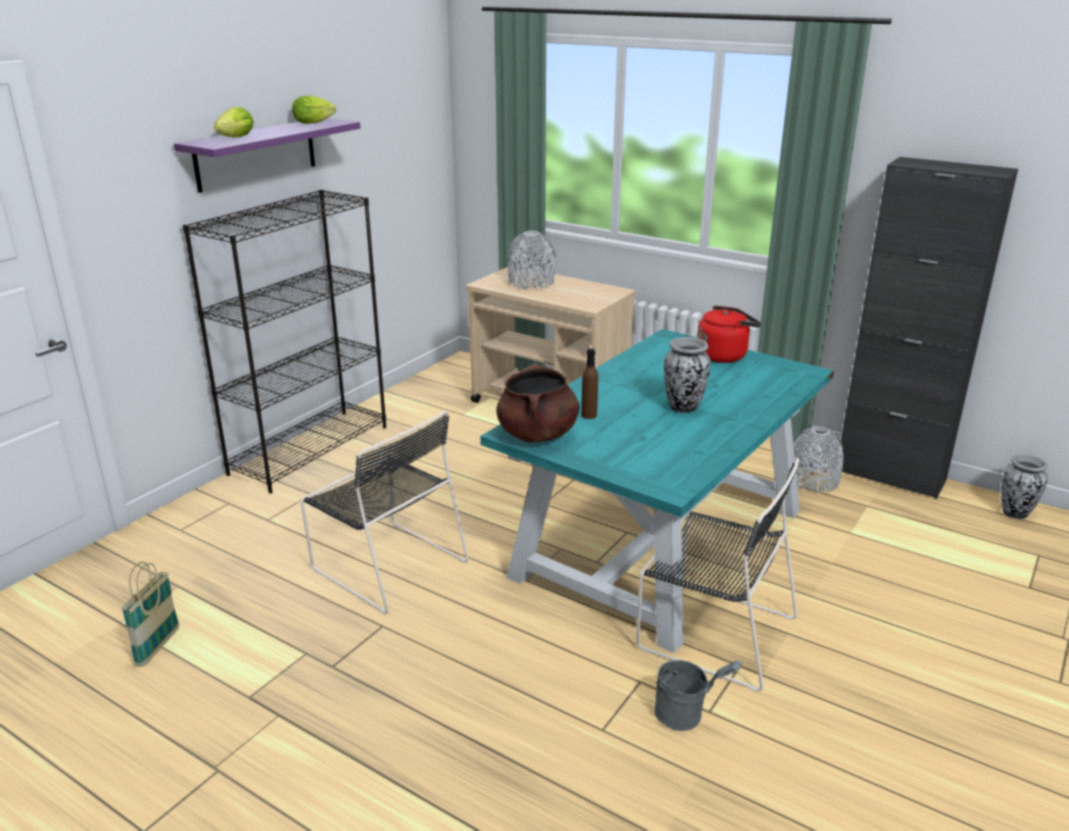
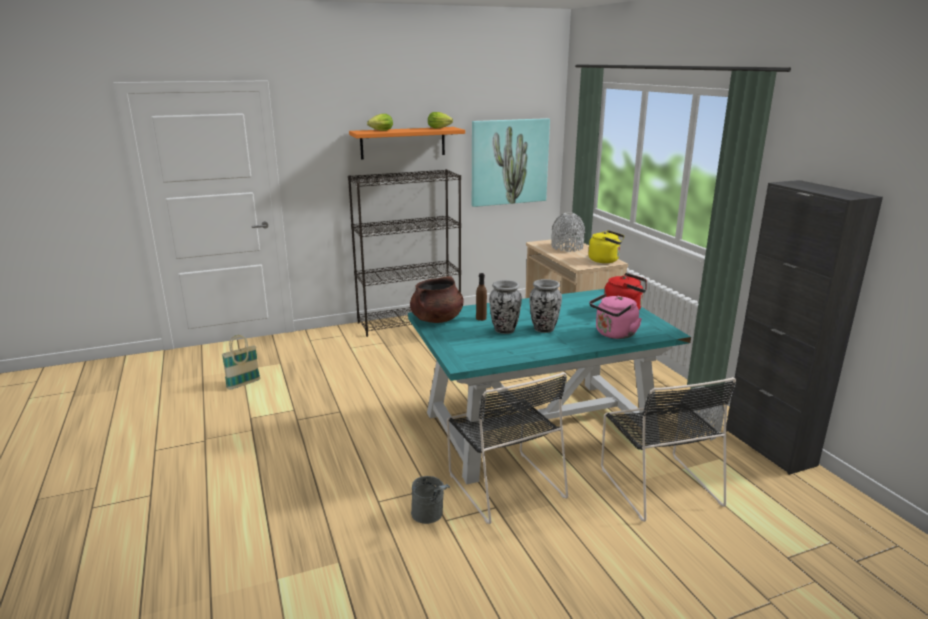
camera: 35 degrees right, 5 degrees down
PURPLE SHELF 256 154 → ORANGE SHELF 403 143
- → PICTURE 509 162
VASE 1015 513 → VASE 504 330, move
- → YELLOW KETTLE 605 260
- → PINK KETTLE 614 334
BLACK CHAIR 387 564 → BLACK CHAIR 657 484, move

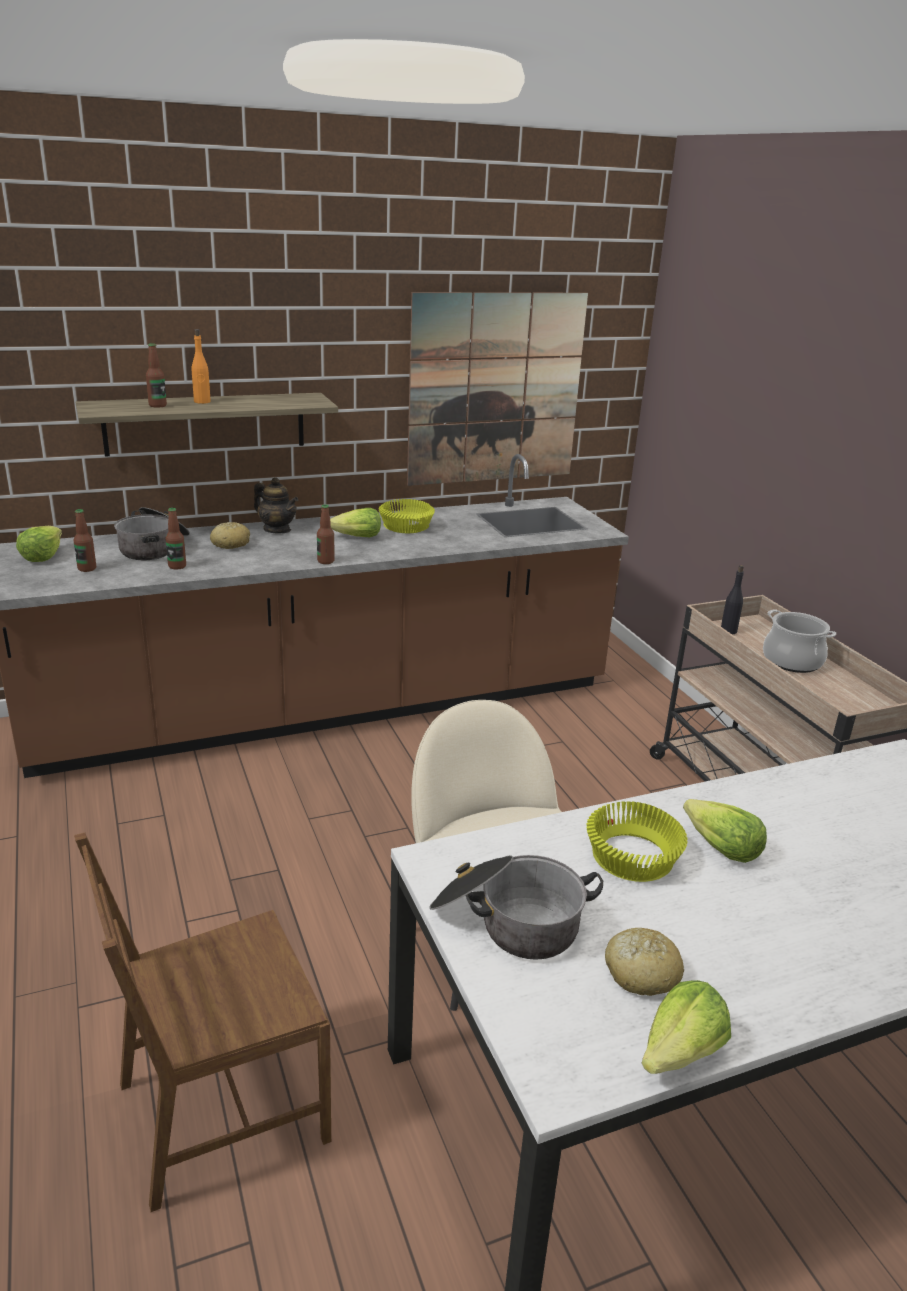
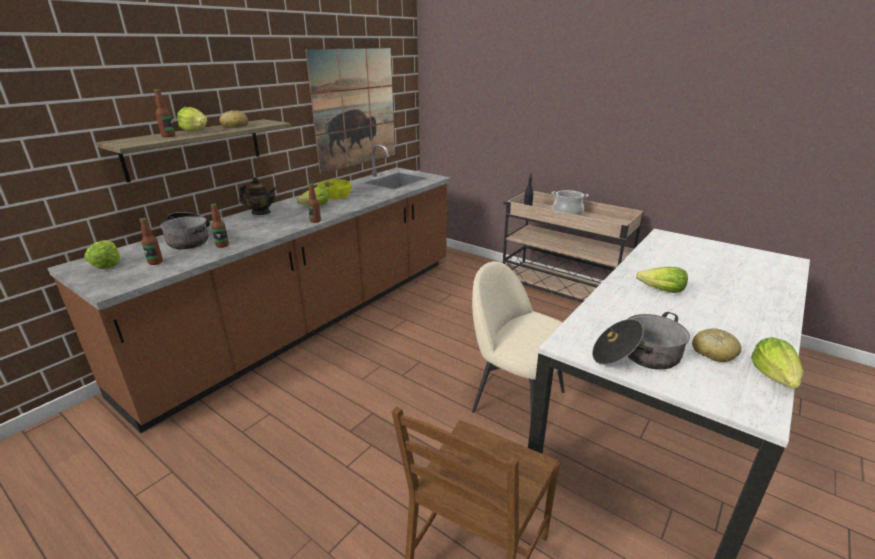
camera: 30 degrees left, 0 degrees up
ORANGE BOTTLE 202 402 → LETTUCE 196 131
BREAD 231 544 → BREAD 235 126, move
YELLOW BOWL 632 855 → -

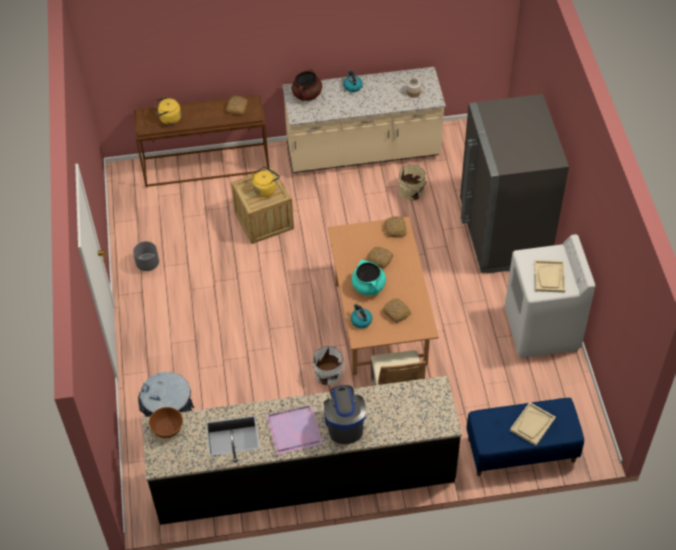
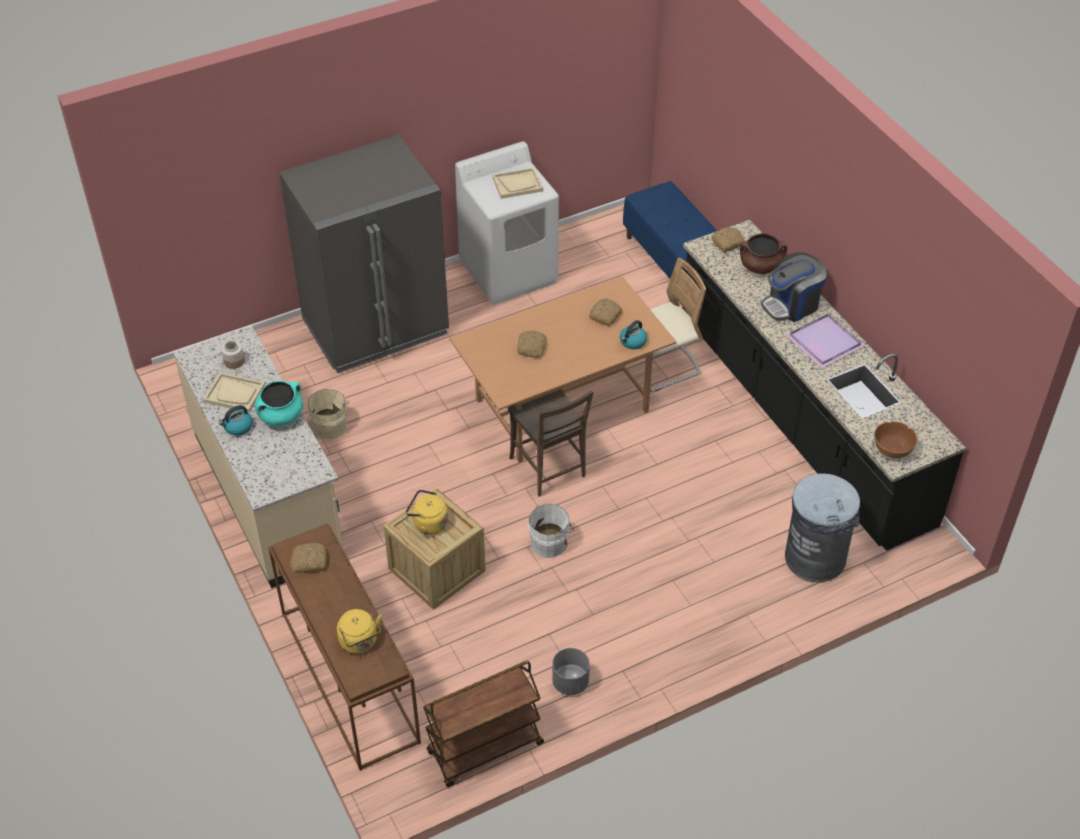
camera: 110 degrees left, 5 degrees down
BEIGE TRAY 532 425 → BEIGE TRAY 235 394, move
TURQUOISE COOKING POT 368 286 → TURQUOISE COOKING POT 281 416, move
- → BROWN CART 484 749
- → BROWN CHAIR 549 470
WHITE BUCKET 328 375 → WHITE BUCKET 550 542, move
BREAD 396 229 → BREAD 728 242, move
BROWN COOKING POT 307 95 → BROWN COOKING POT 760 266, move

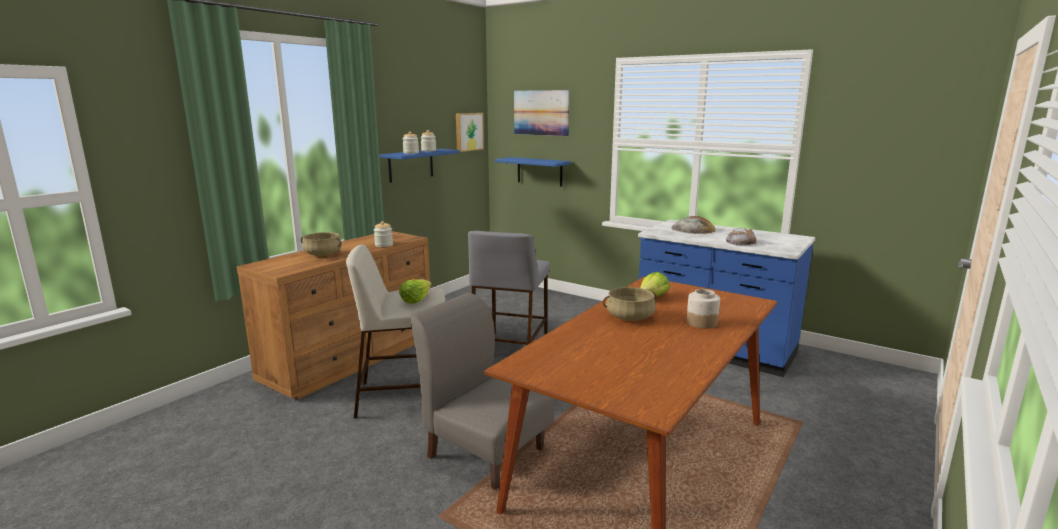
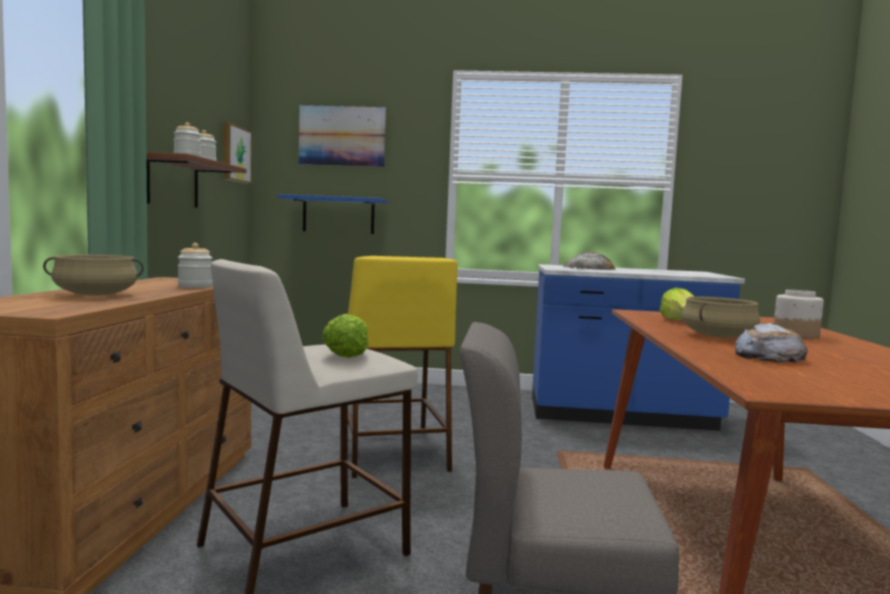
camera: 30 degrees left, 10 degrees down
BLUE SHELF 411 165 → BROWN SHELF 173 183
GREY STOOL 510 349 → YELLOW STOOL 391 451
BREAD 740 242 → BREAD 768 356, move

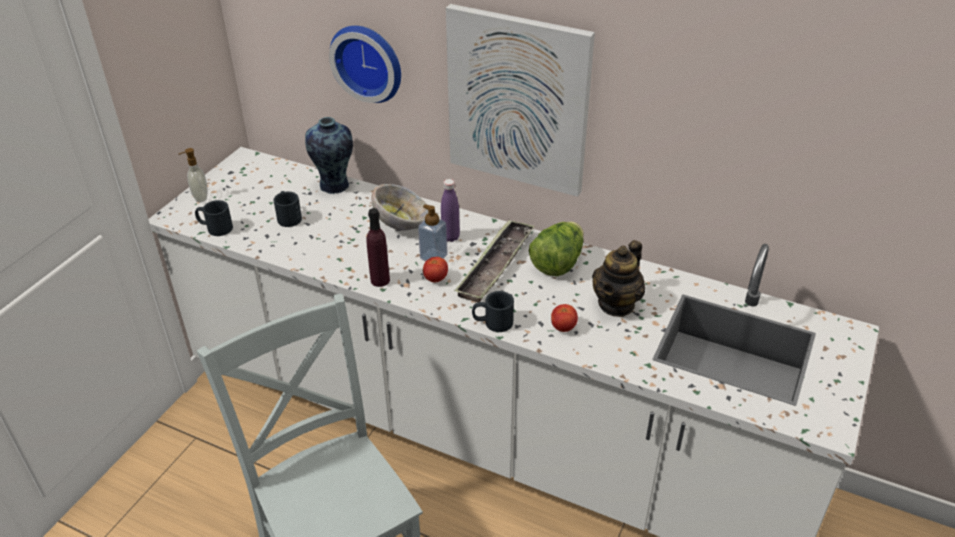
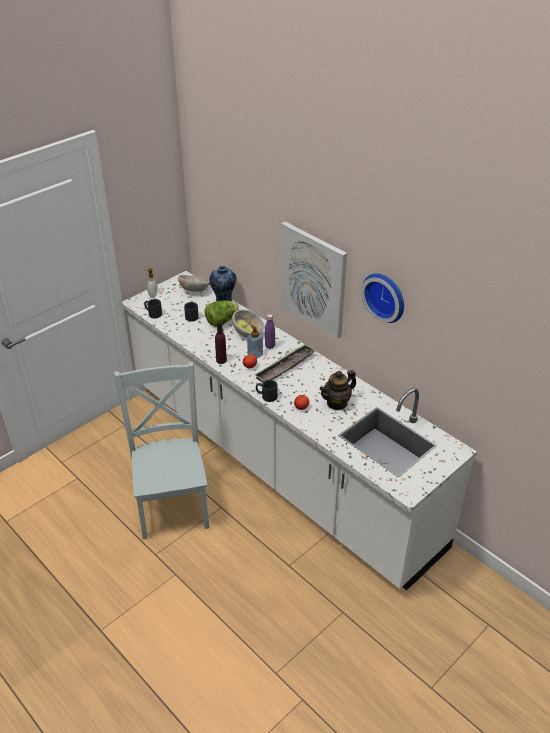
camera: 20 degrees right, 0 degrees up
- → BOWL 194 290
LETTUCE 557 263 → LETTUCE 221 321, move
WALL CLOCK 369 61 → WALL CLOCK 385 296, move

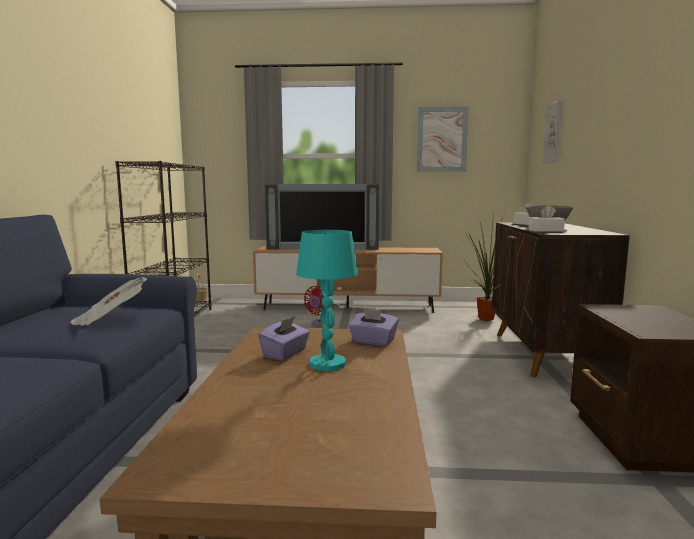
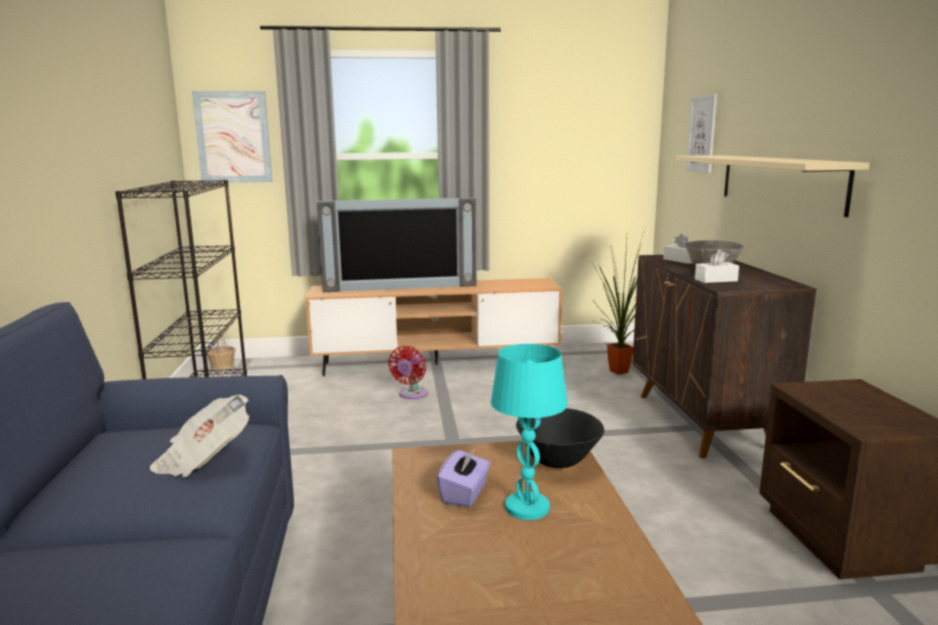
camera: 10 degrees left, 5 degrees up
PICTURE 442 139 → PICTURE 233 137, move
PURPLE TISSUE BOX 373 341 → BLACK BOWL 558 462
- → BEIGE SHELF 779 181

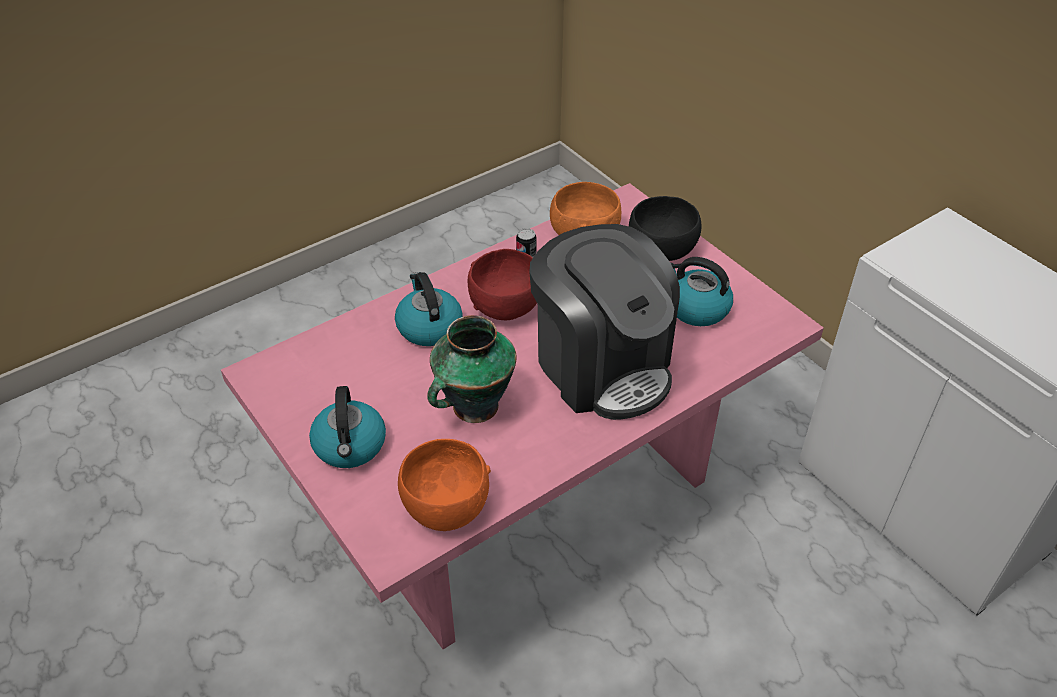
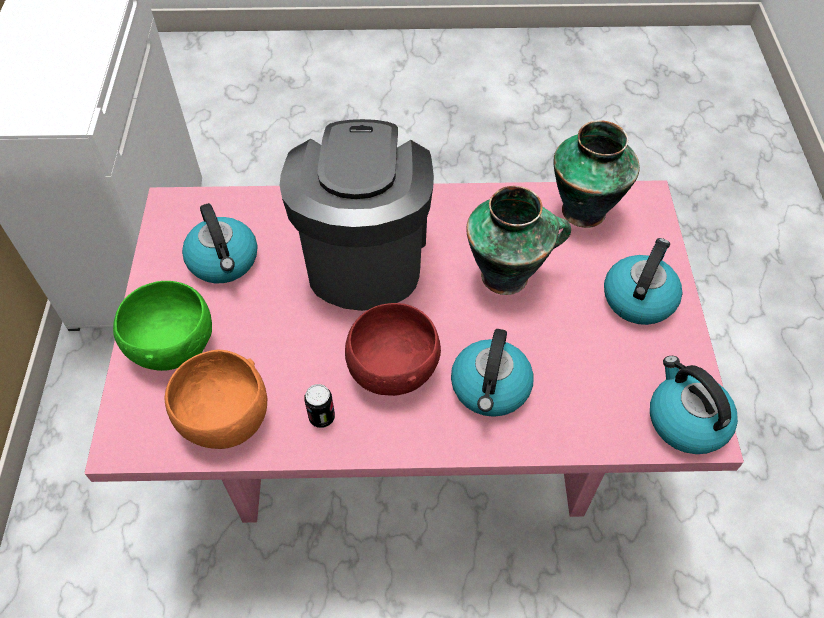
camera: 145 degrees left, 10 degrees up
BLACK BOWL 663 249 → GREEN BOWL 171 345
ORANGE BOWL 446 506 → VASE 584 209
- → KETTLE 685 420

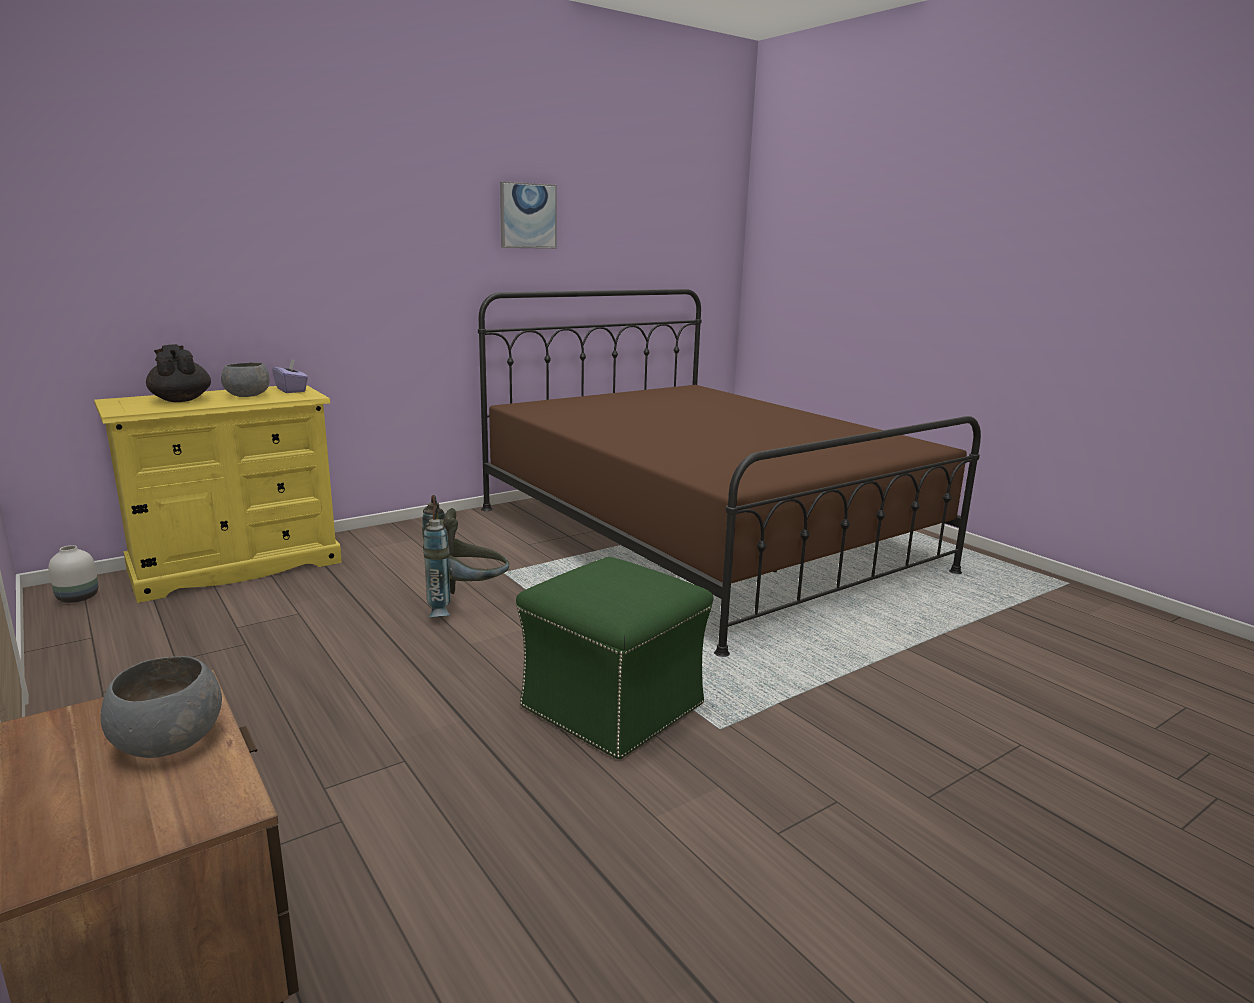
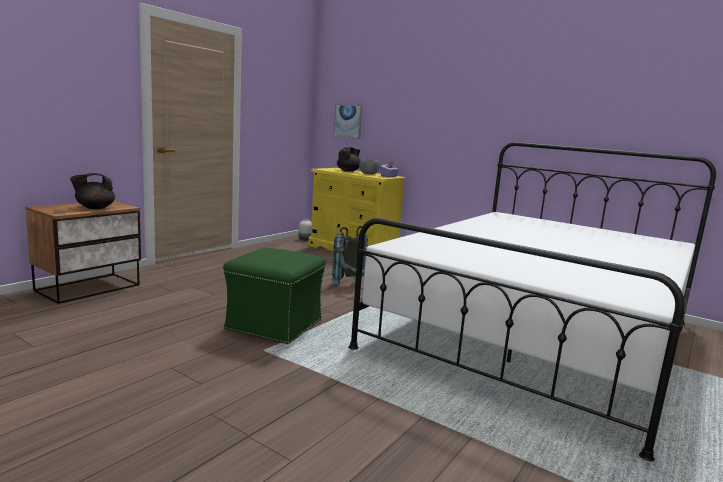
camera: 70 degrees right, 5 degrees down
GREY BOWL 167 743 → BLACK TEAPOT 94 208
PICTURE 528 216 → PICTURE 348 121, move
BROWN BED 701 538 → WHITE BED 536 334

